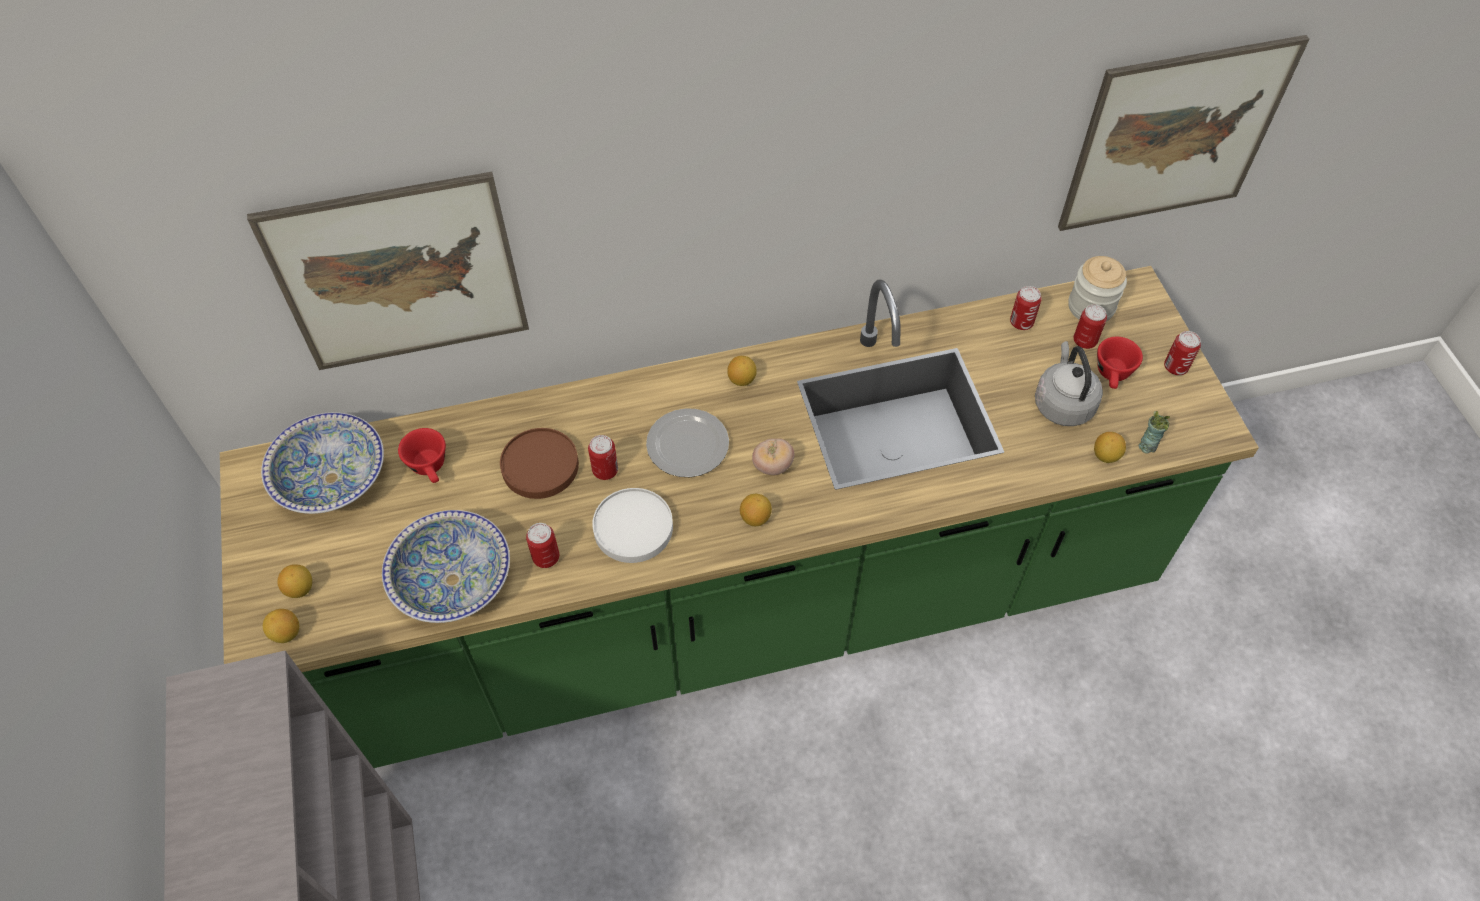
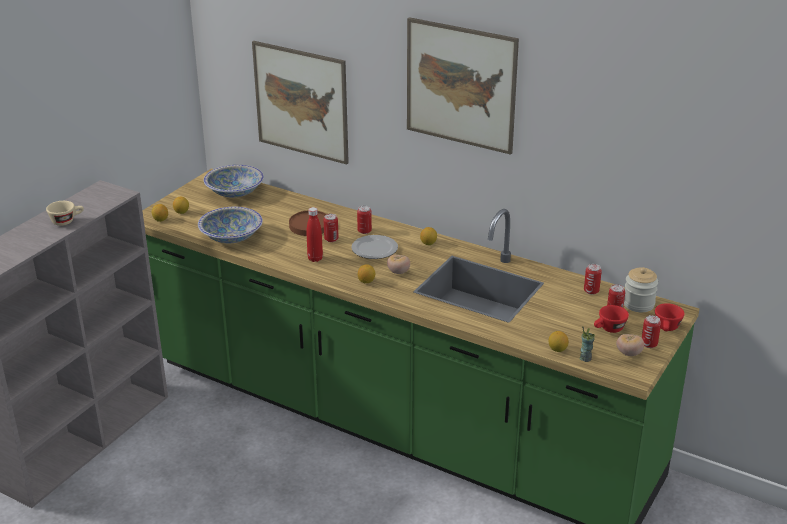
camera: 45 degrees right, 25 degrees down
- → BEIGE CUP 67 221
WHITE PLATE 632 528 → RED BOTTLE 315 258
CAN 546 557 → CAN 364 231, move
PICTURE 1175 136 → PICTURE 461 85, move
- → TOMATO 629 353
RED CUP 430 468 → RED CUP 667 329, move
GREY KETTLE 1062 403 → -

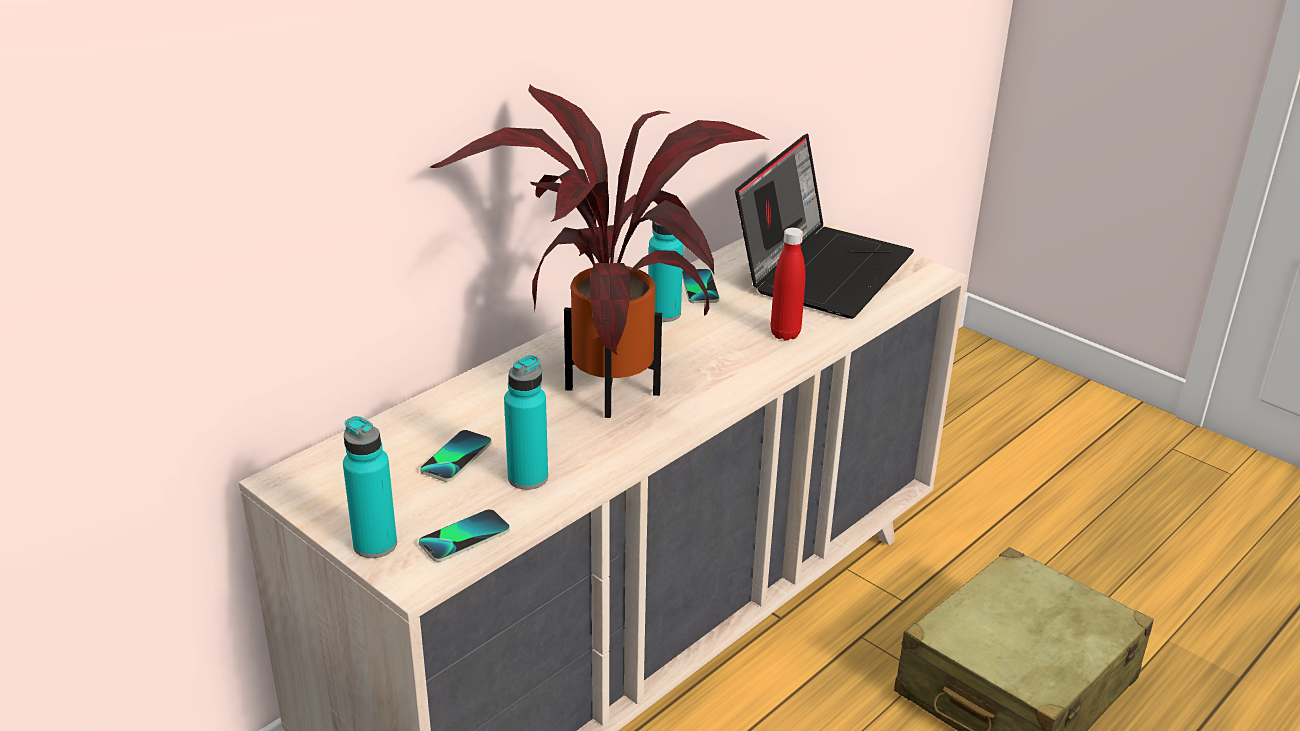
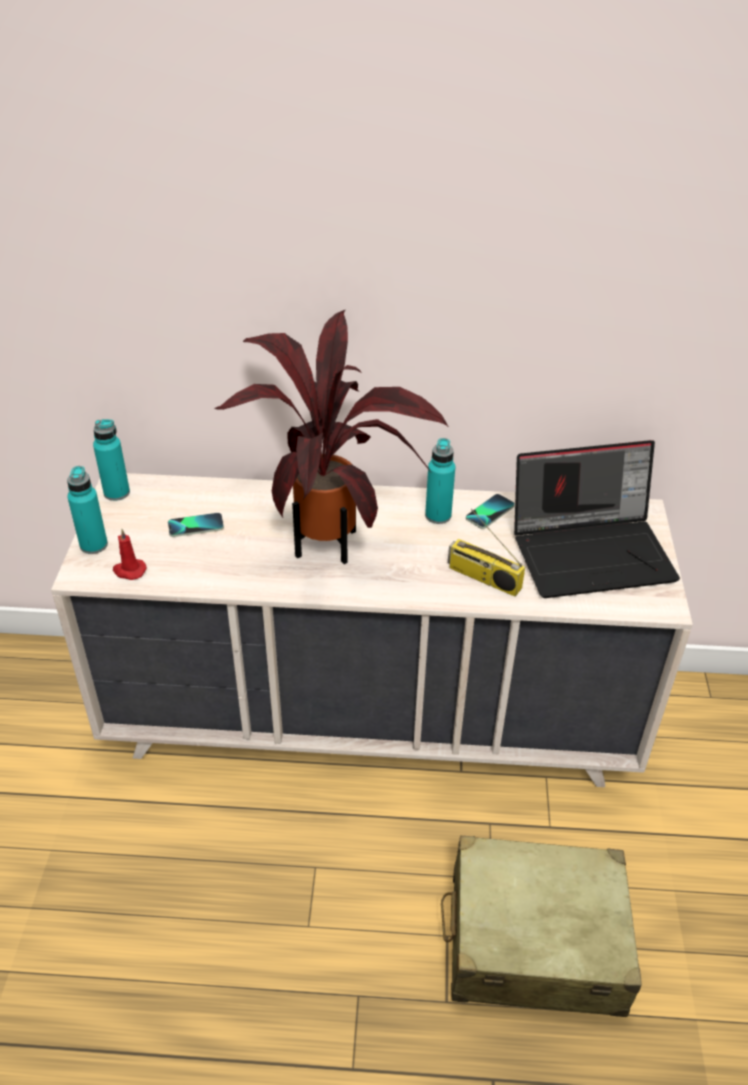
camera: 50 degrees right, 10 degrees up
TURQUOISE BOTTLE 528 478 → TURQUOISE BOTTLE 116 493, move
PHONE 464 537 → RED CANDLE 129 570
RED BOTTLE 785 334 → RADIO 483 578

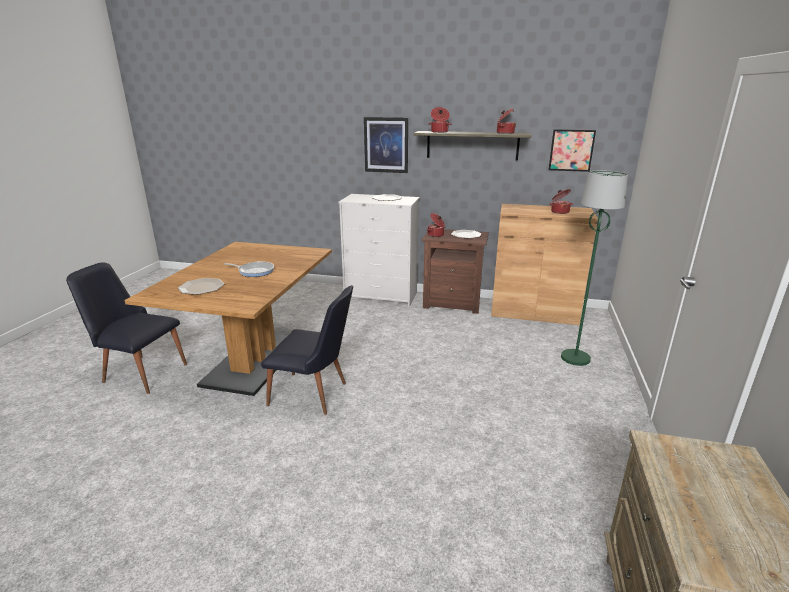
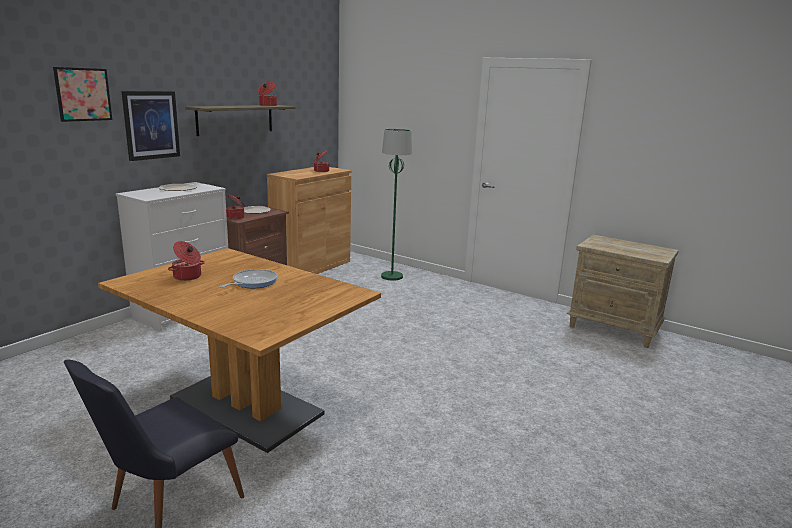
camera: 70 degrees left, 5 degrees down
PICTURE 571 150 → PICTURE 83 94, move
COOKING POT 439 132 → COOKING POT 188 277, move
PLATE 201 287 → -
BLACK CHAIR 315 395 → -

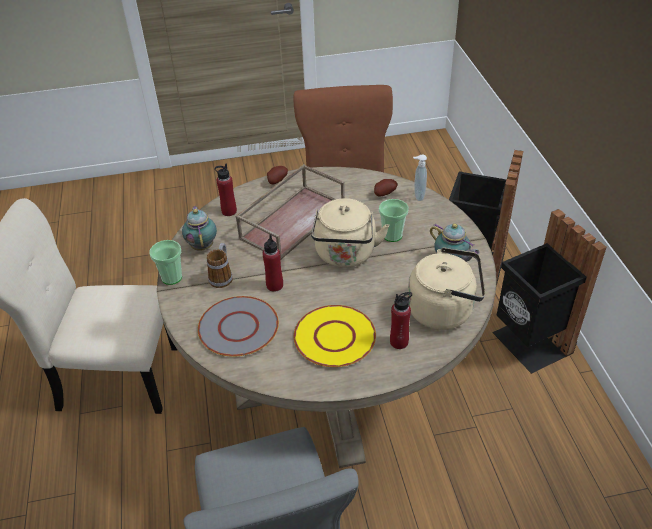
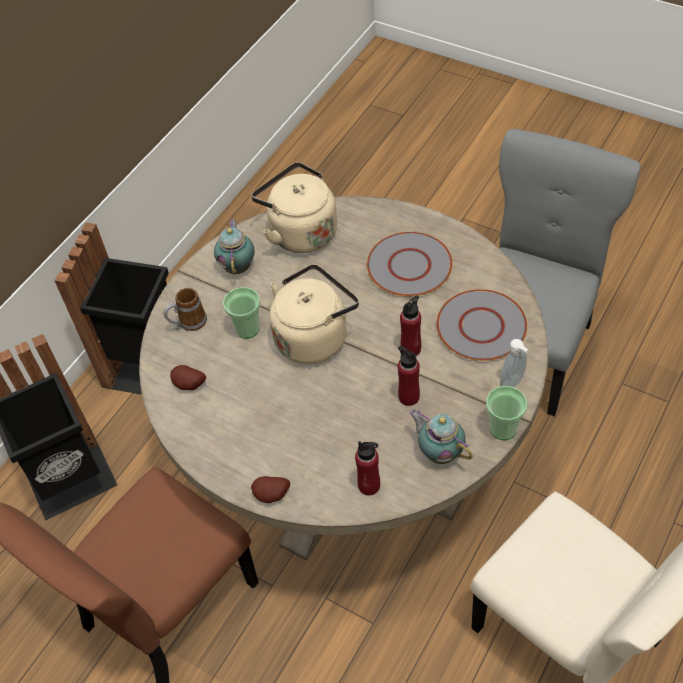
camera: 135 degrees left, 10 degrees up
MUG 222 276 → MUG 188 324, move
YELLOW PLATE 335 337 → GREY PLATE 408 265
RED BOTTLE 399 342 → RED BOTTLE 408 397, move
TEAPOT 202 245 → TEAPOT 439 452, 105 degrees clockwise
SOAP DISPENSER 418 196 → SOAP DISPENSER 513 383, move
BROWN TRAY 292 220 → -

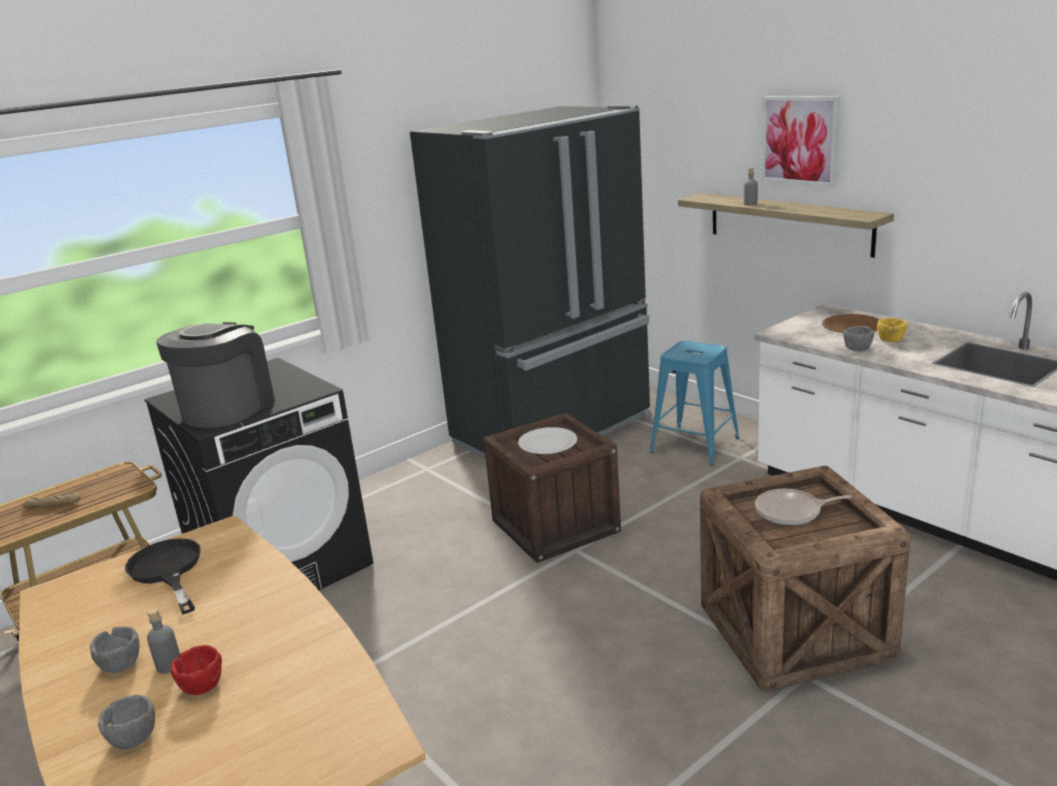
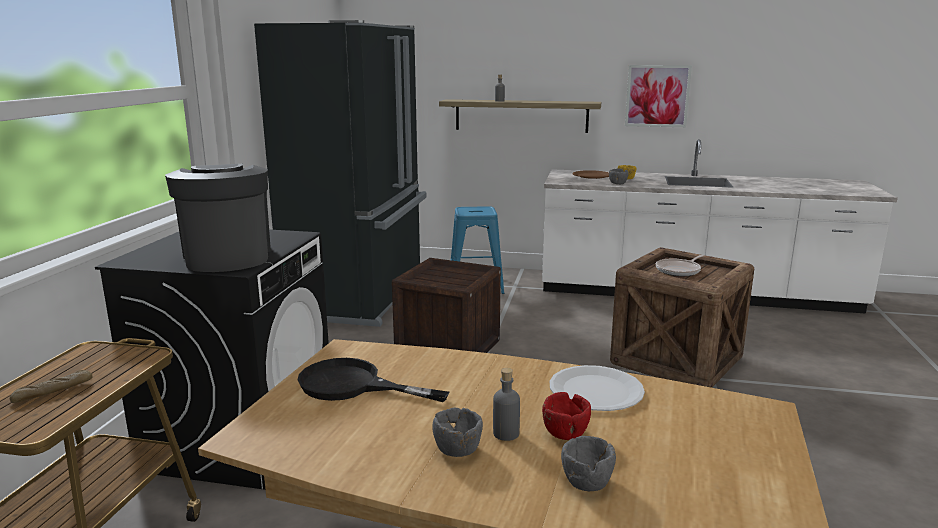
camera: 40 degrees left, 5 degrees down
WHITE PLATE 547 443 → WHITE PLATE 596 391, move
PICTURE 799 140 → PICTURE 657 96, move

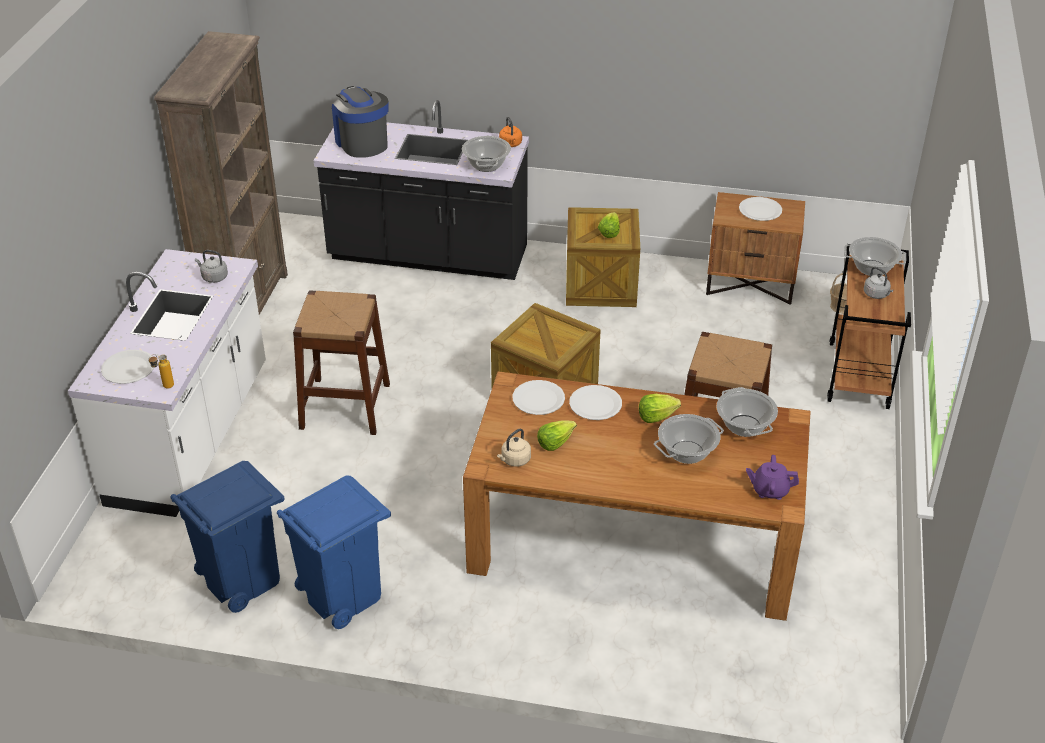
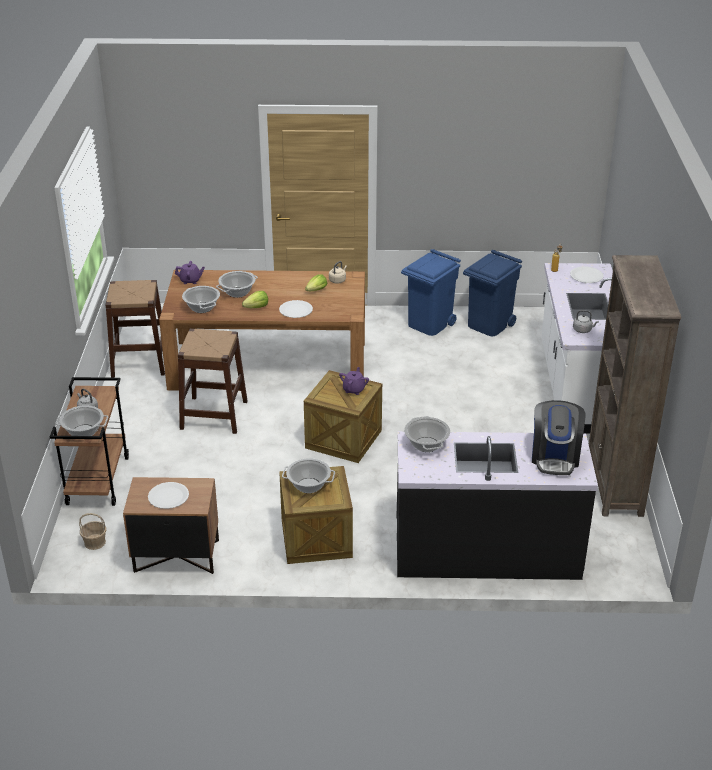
camera: 170 degrees right, 5 degrees down
BROWN STOOL 345 406 → BROWN STOOL 139 361, move
LETTUCE 609 232 → COOKING POT 309 485
- → PURPLE TEAPOT 354 389
COFFEE MACHINE 361 142 → COFFEE MACHINE 555 457, 45 degrees clockwise
ORANGE KETTLE 511 144 → -
WHITE PLATE 538 399 → -

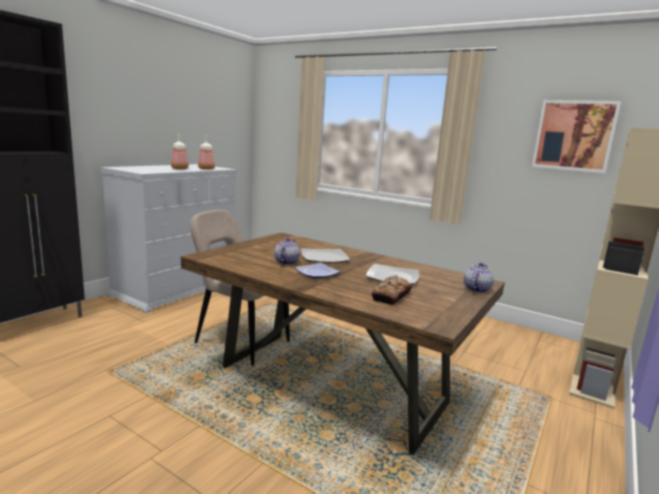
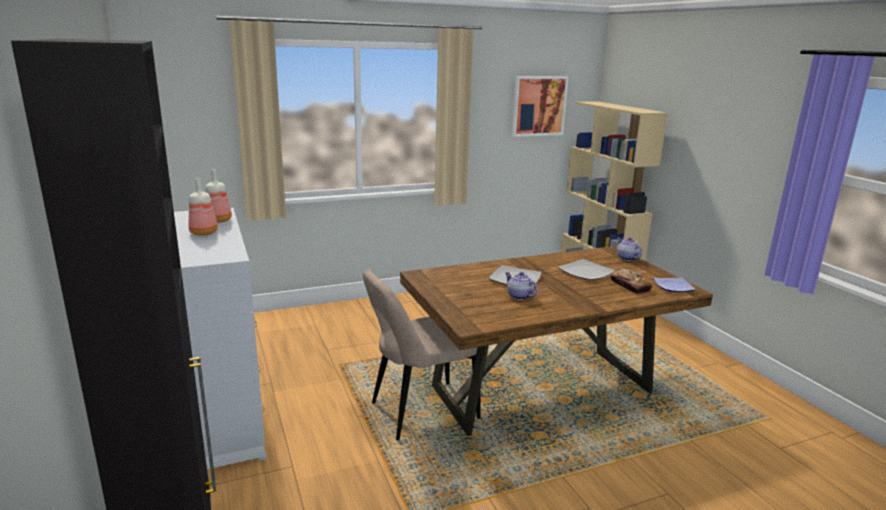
camera: 55 degrees left, 5 degrees up
PLATE 318 273 → PLATE 673 287, move

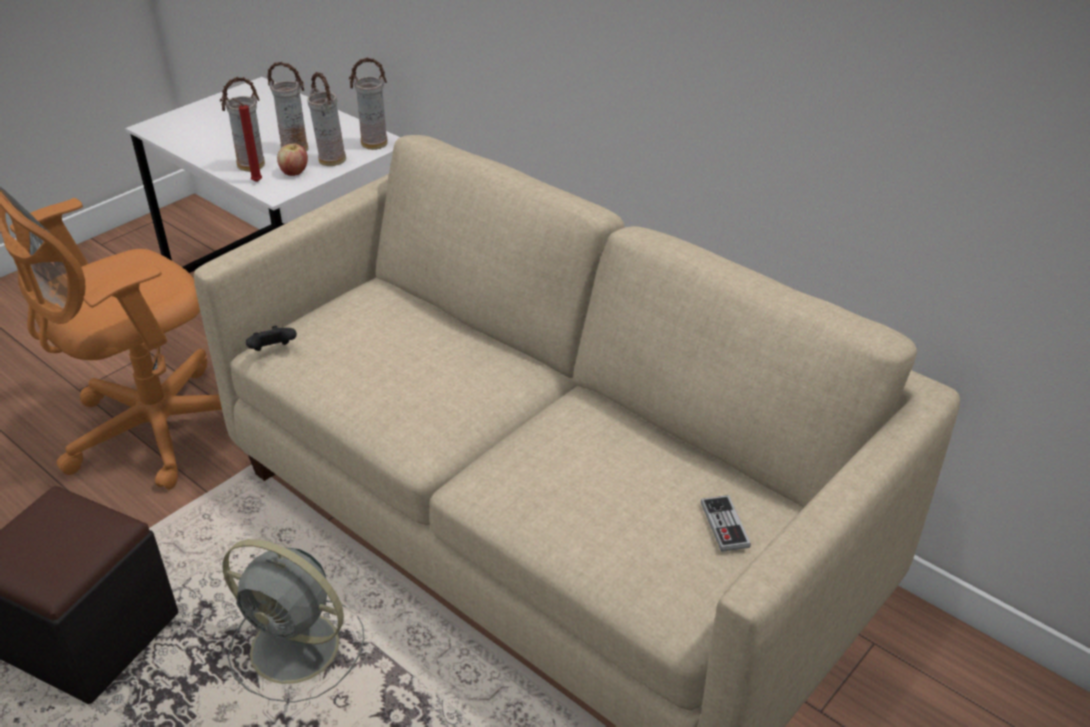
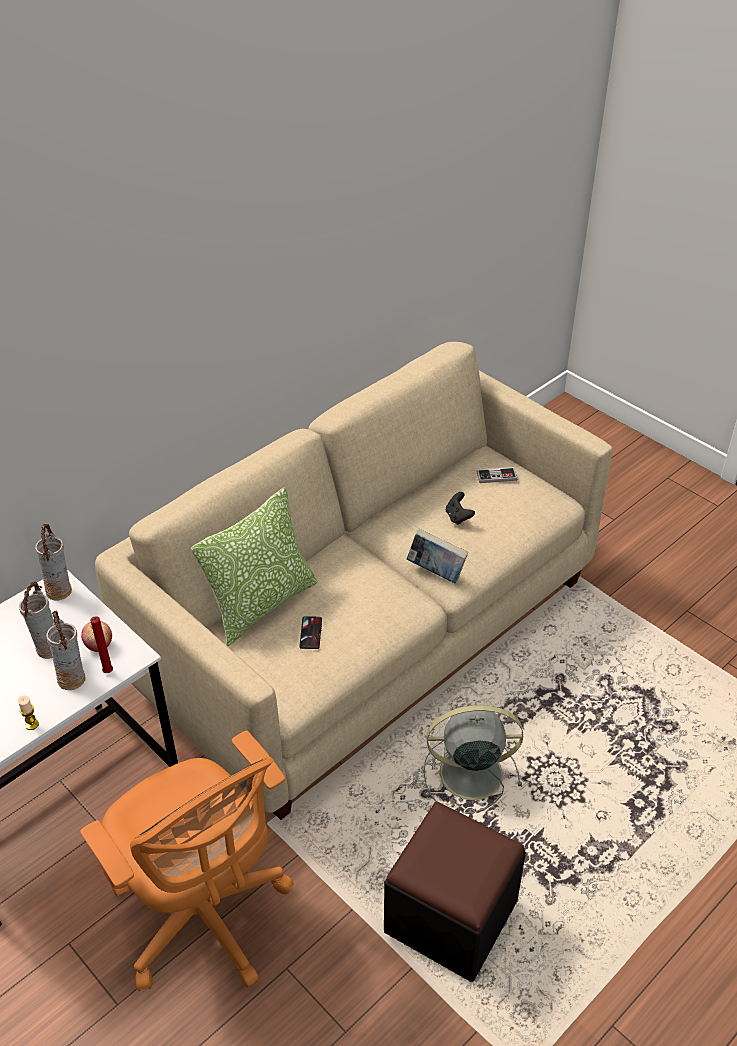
camera: 85 degrees left, 5 degrees up
- → CANDLE 32 724
- → PILLOW 261 604
- → PHONE 311 633
- → BOOK 436 572
GREY FAN 298 649 → GREY FAN 468 773, 120 degrees counterclockwise
BLACK GAME CONTROLLER 273 351 → BLACK GAME CONTROLLER 458 517, move
VASE 331 161 → -

